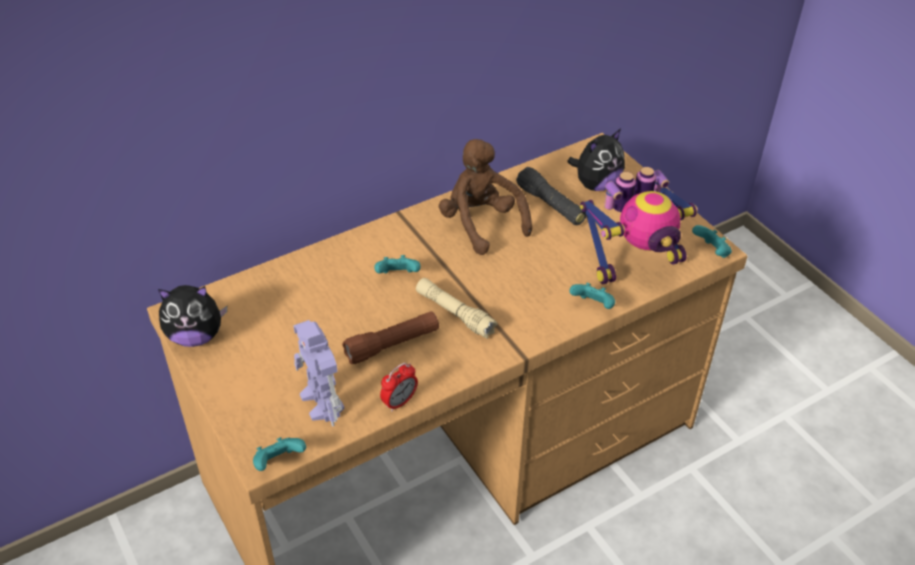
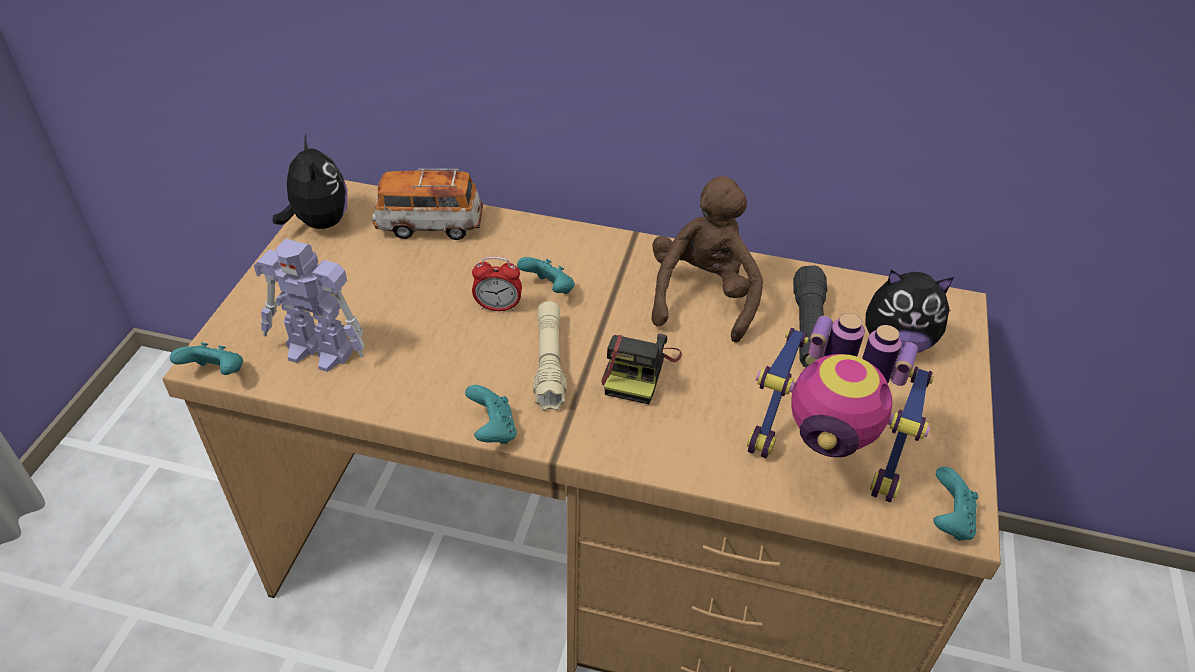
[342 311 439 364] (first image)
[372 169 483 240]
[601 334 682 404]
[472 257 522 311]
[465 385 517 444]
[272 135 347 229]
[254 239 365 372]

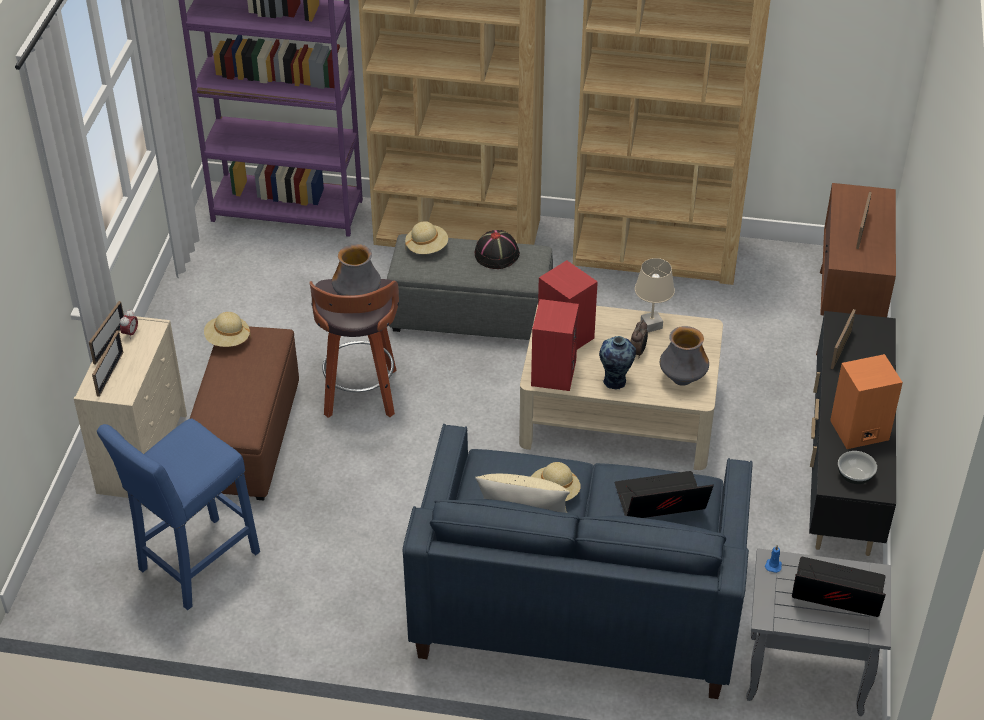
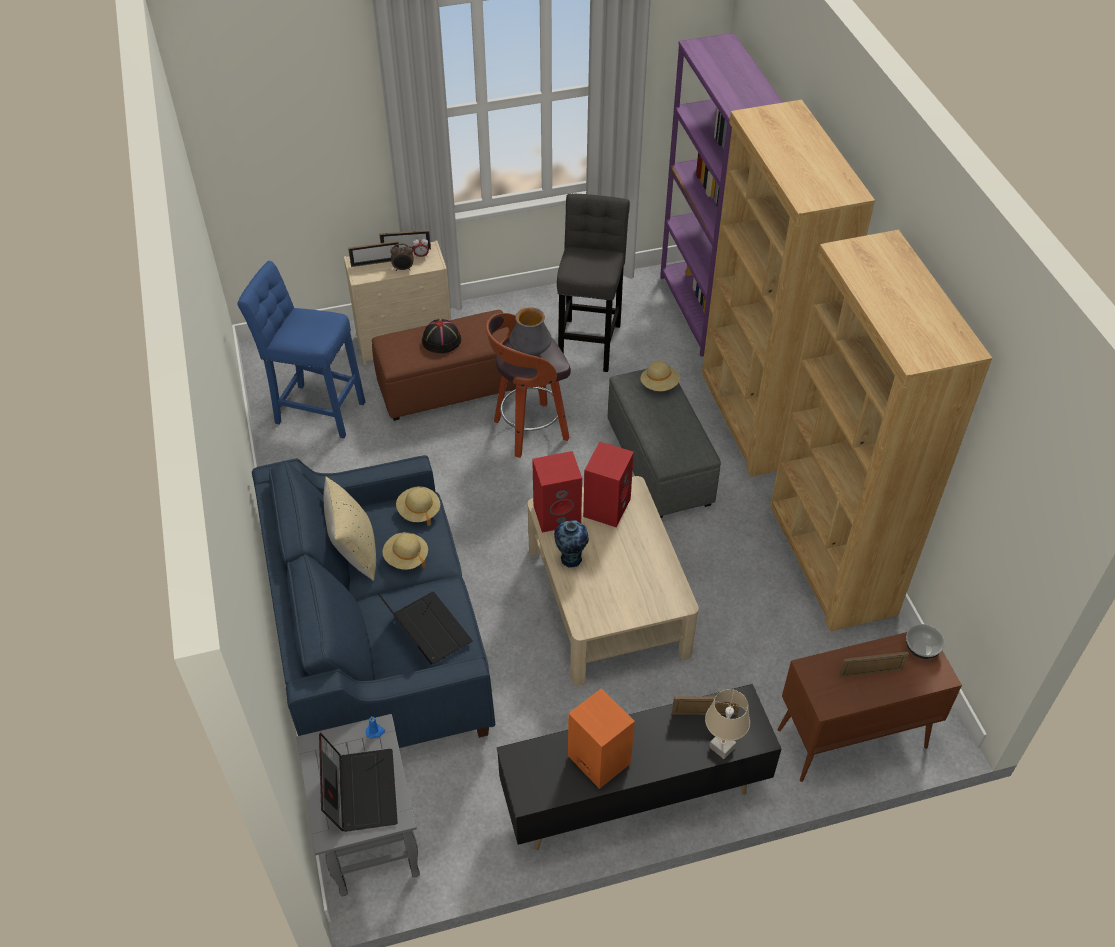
[660 326 709 386] (first image)
[557 194 630 372]
[396 486 440 526]
[422 319 461 353]
[391 244 414 271]
[705 689 750 759]
[906 624 945 659]

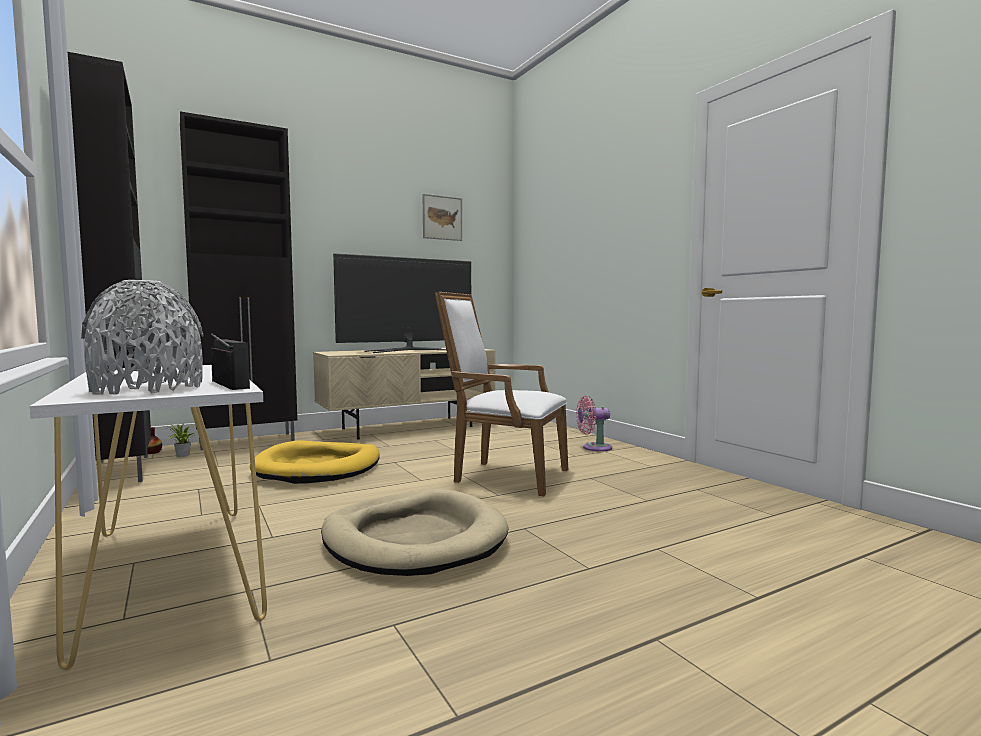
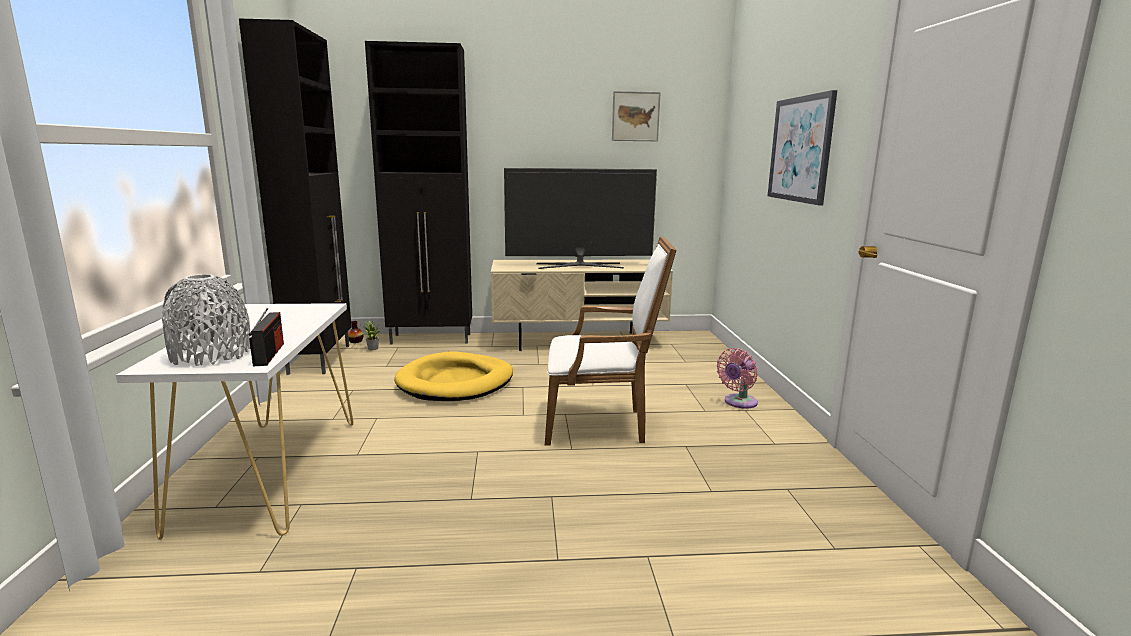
[321 489 509 576] (first image)
[768 90 837 206]
[545 236 676 446]
[716 348 758 409]

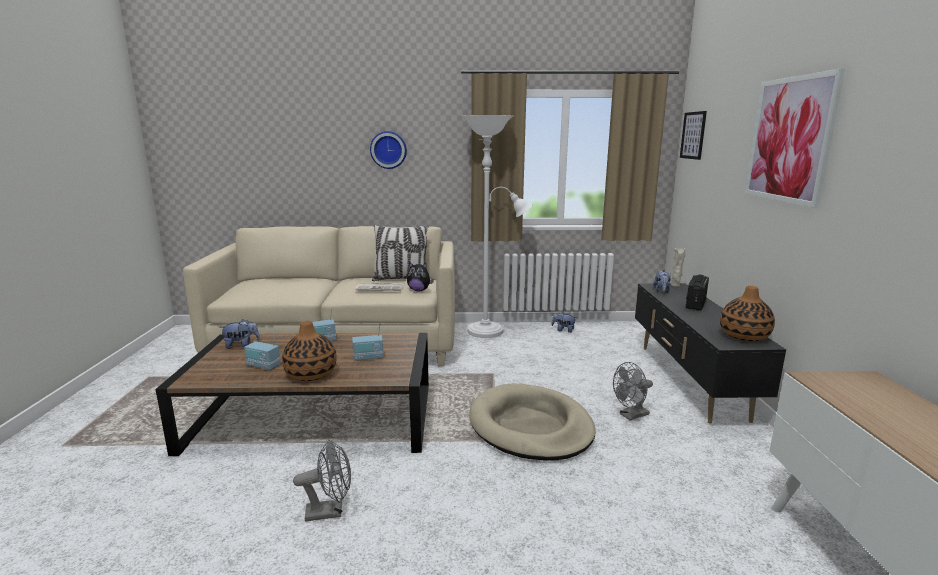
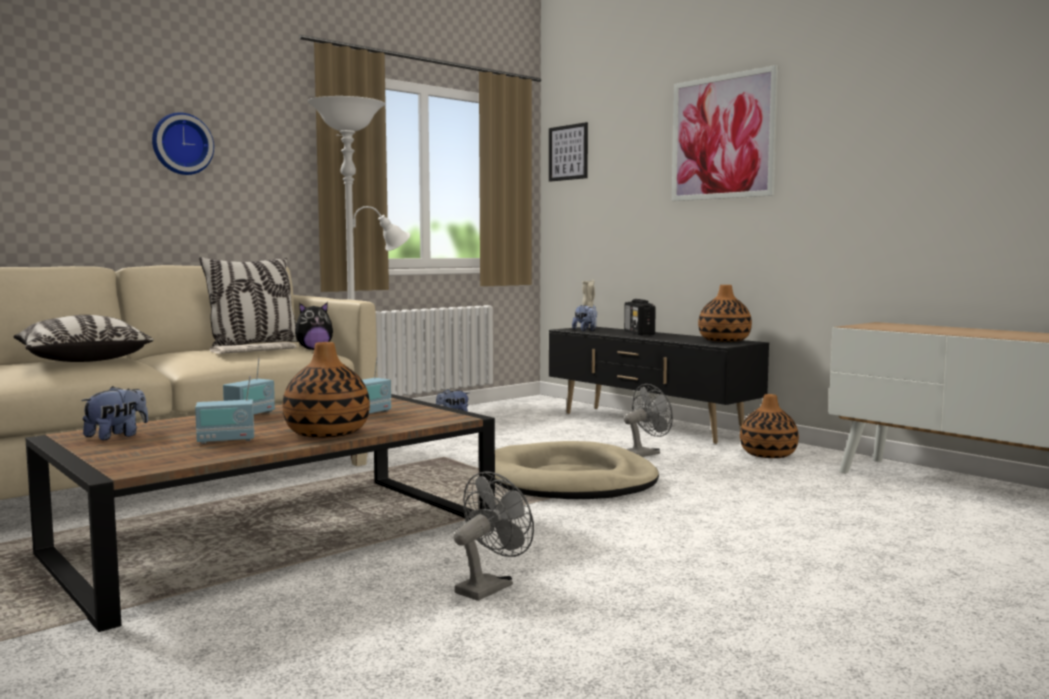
[13 315 154 362]
[740 394 799 458]
[624 384 673 457]

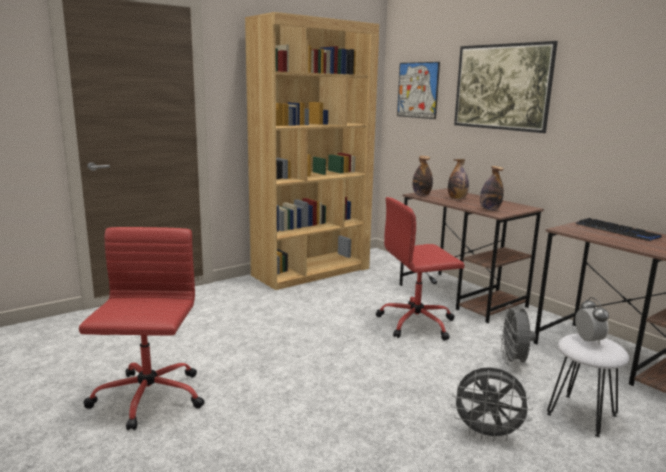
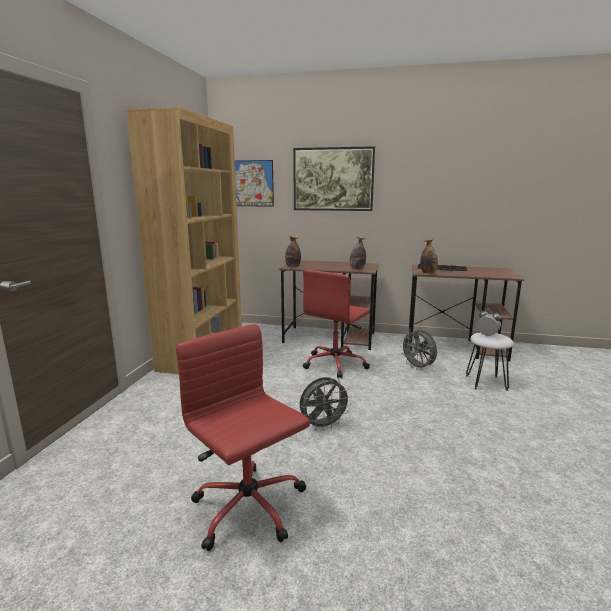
[420 239 438 273]
[300 377 352 431]

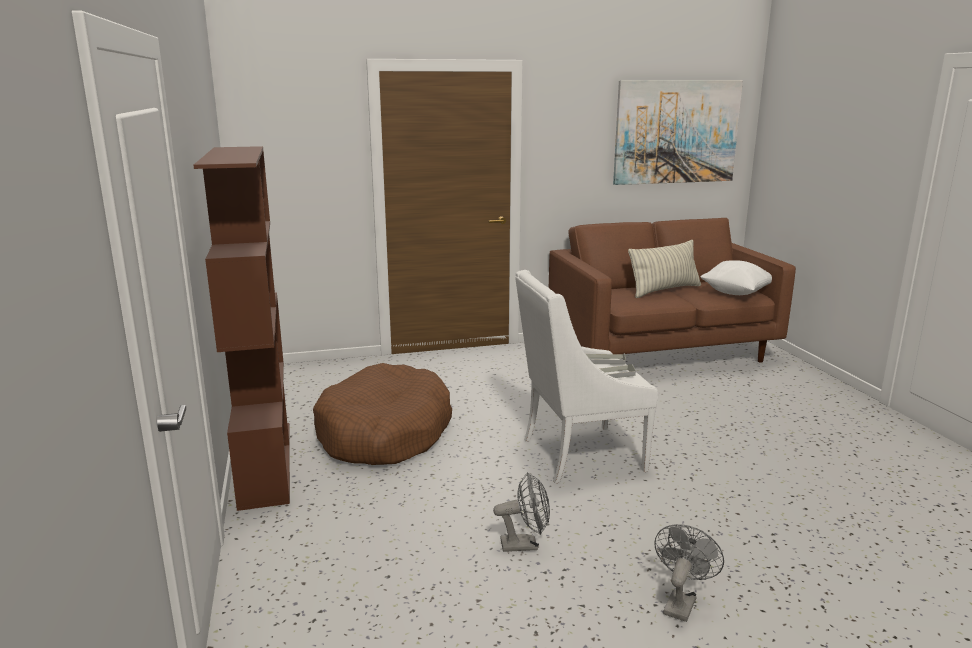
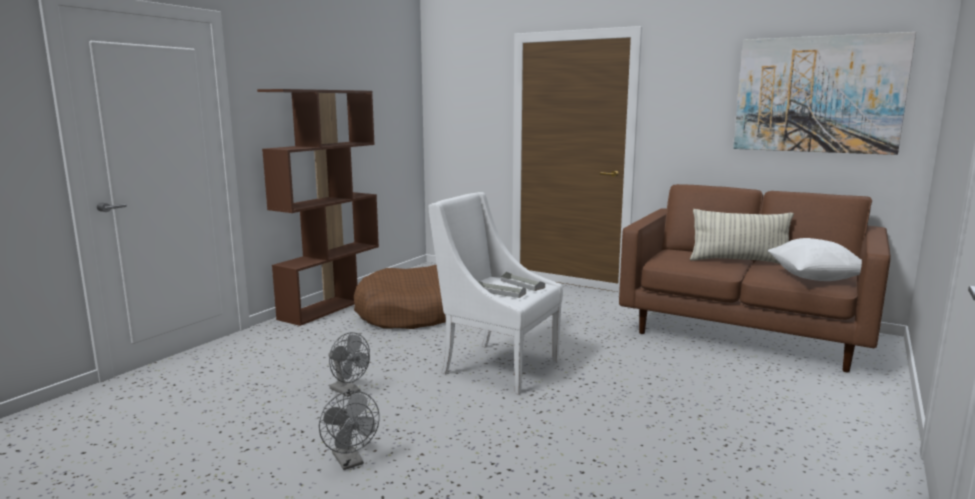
[319 391 380 470]

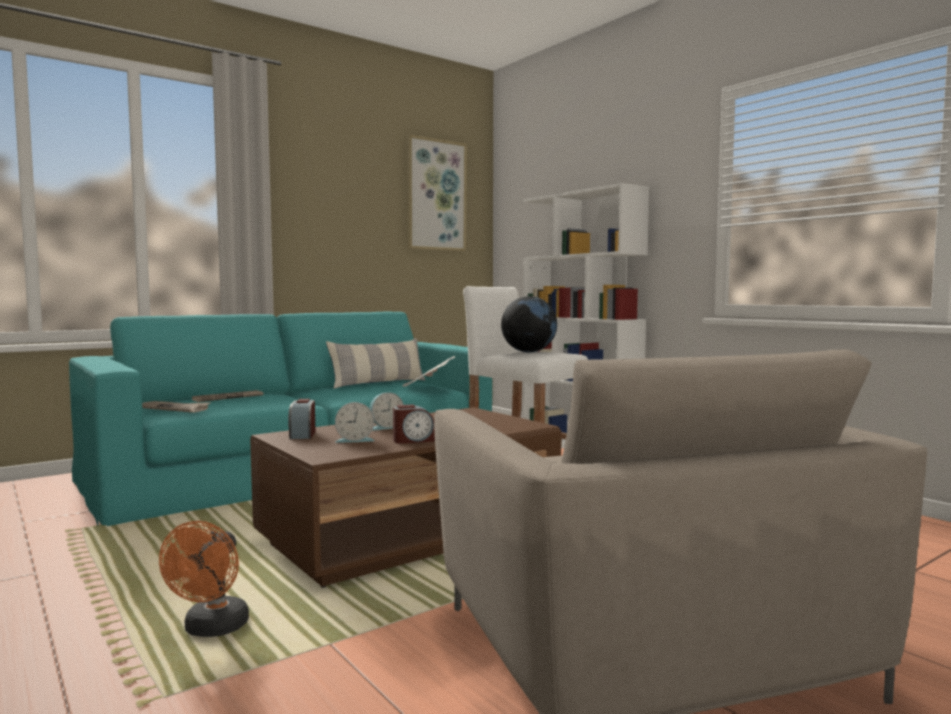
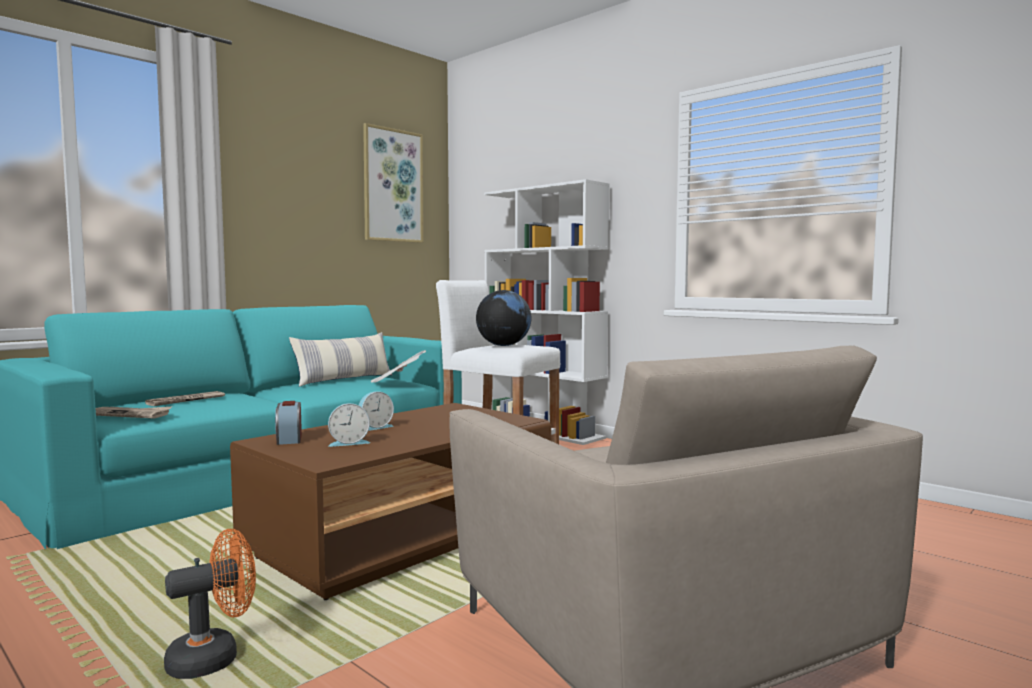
[393 404 435 444] (first image)
[164 529 256 679]

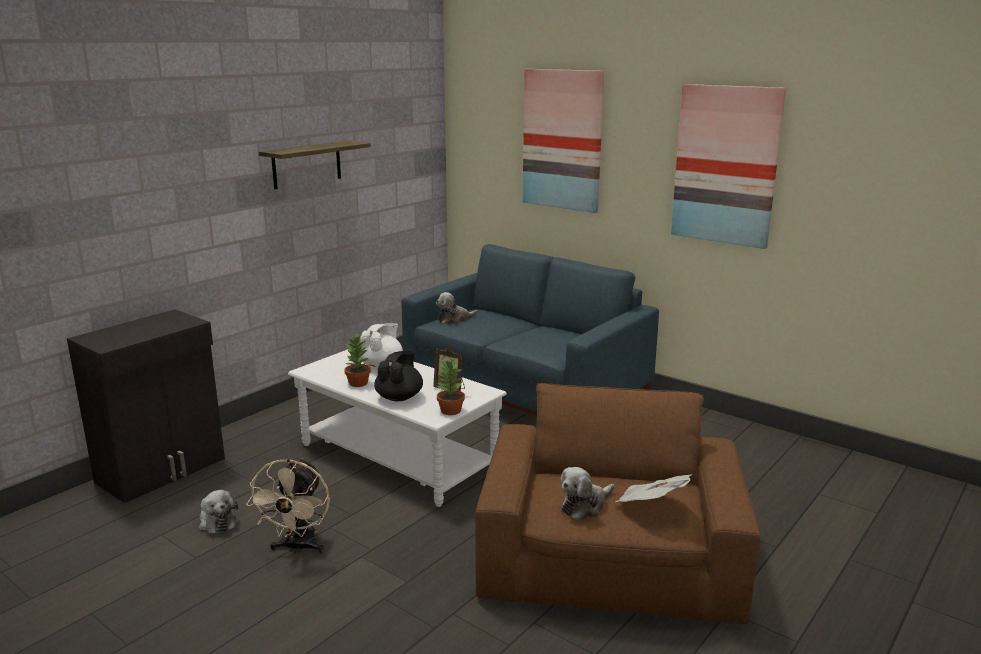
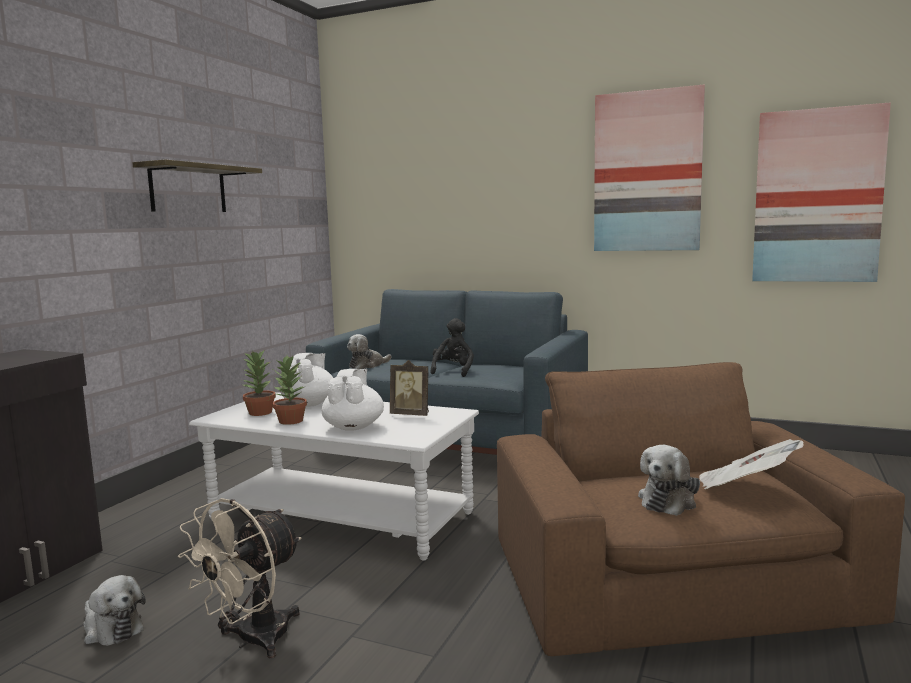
[430 318 474 377]
[242 349 276 416]
[752 102 891 282]
[322 368 384 431]
[178 498 302 659]

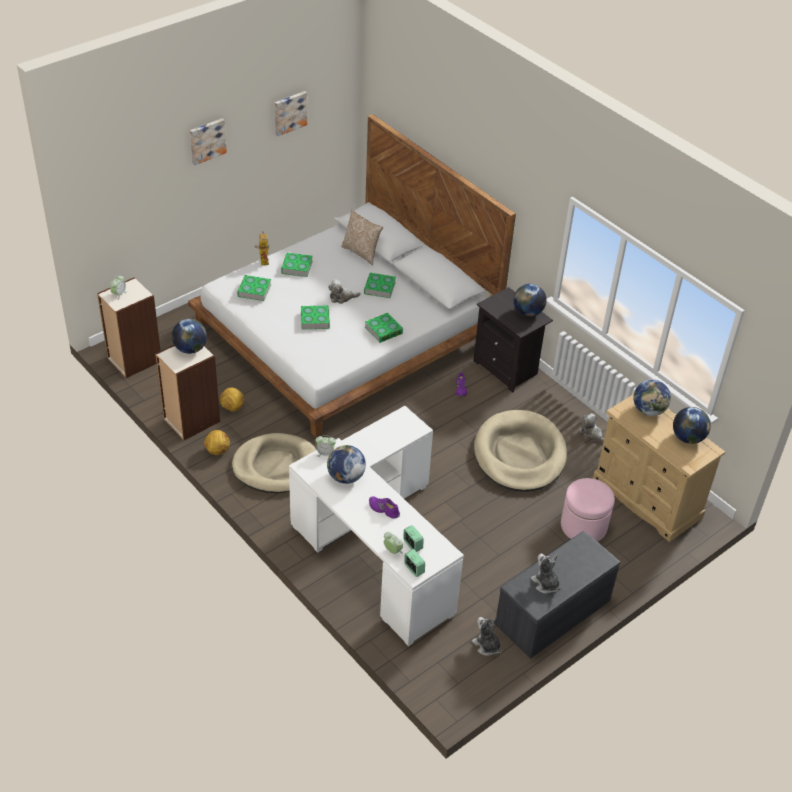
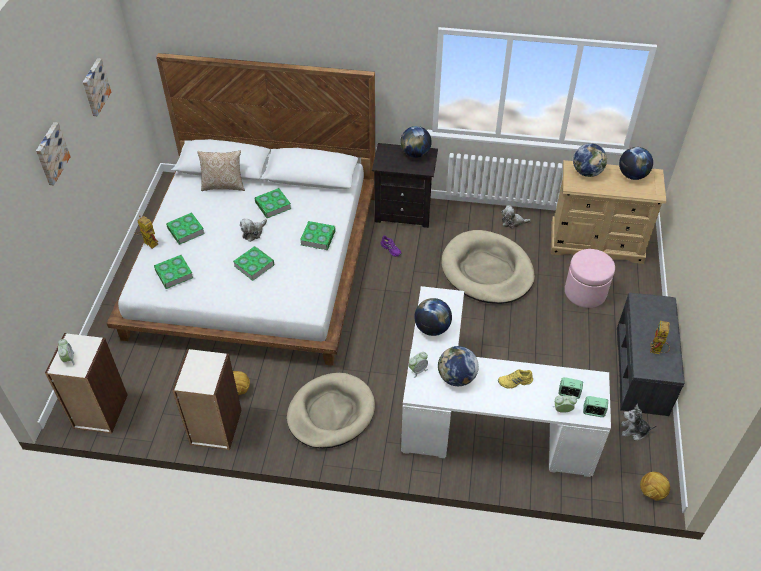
[414 298 452 336]
[640 472 670 501]
[650 321 670 354]
[498 369 533 389]

